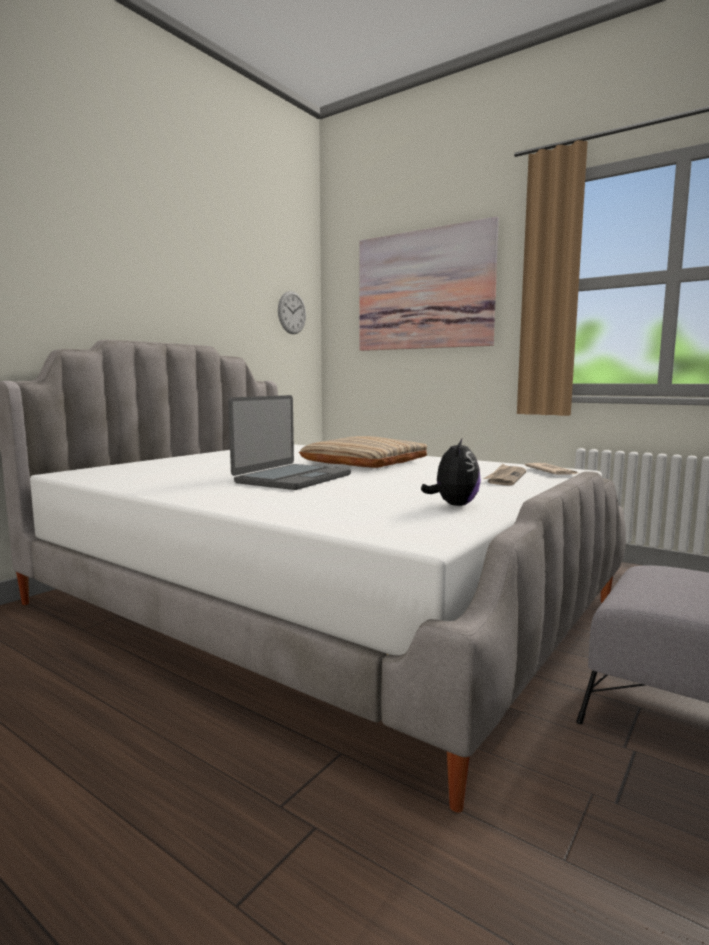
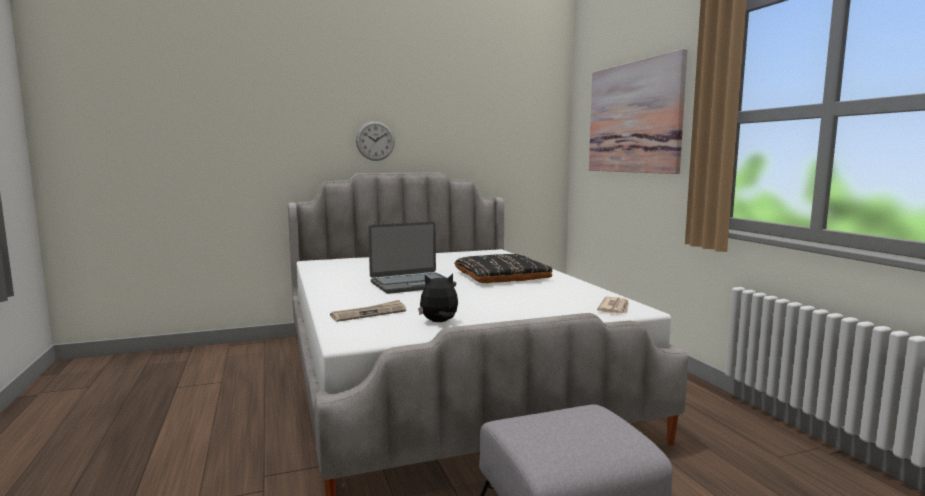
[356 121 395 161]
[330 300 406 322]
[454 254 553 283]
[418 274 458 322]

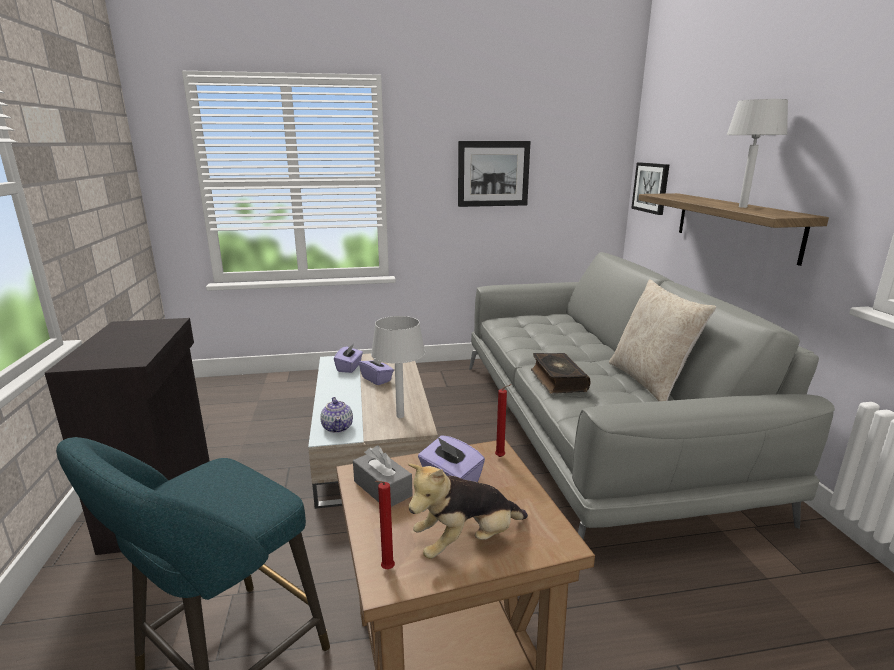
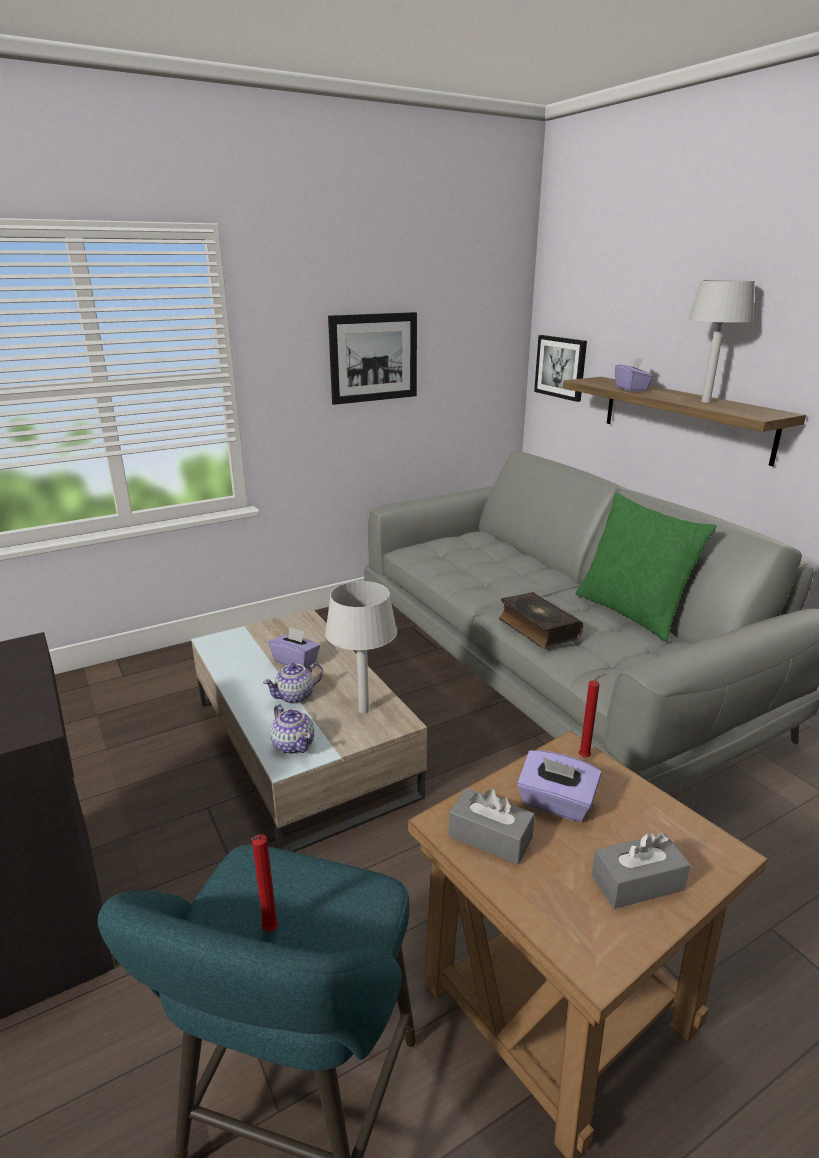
[263 663 323 704]
[615 357 653 392]
[251 834 279 932]
[591 833 691 909]
[576 493 717 642]

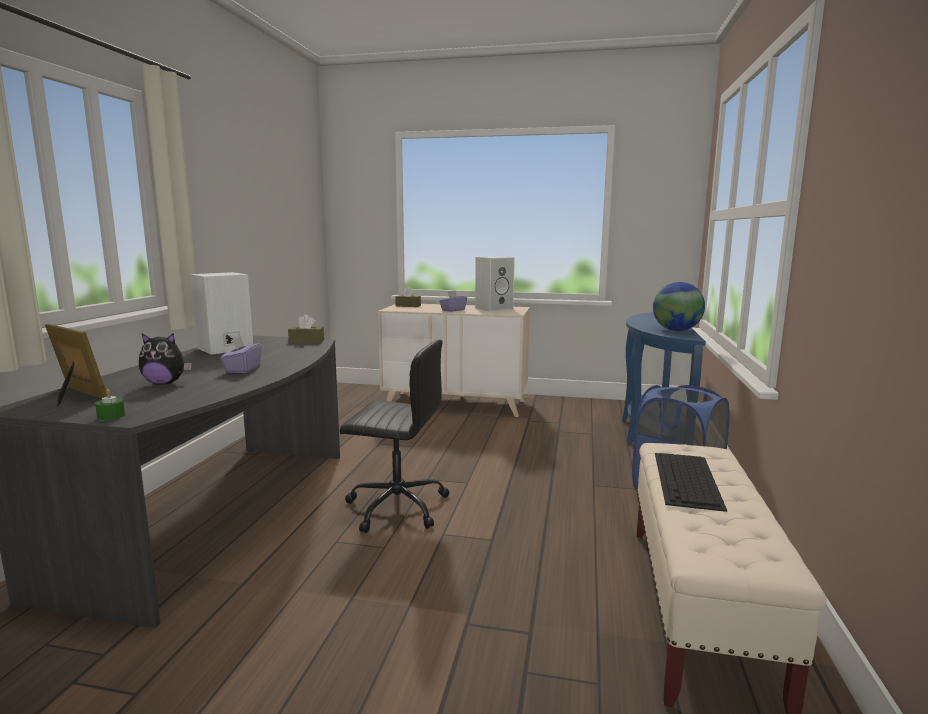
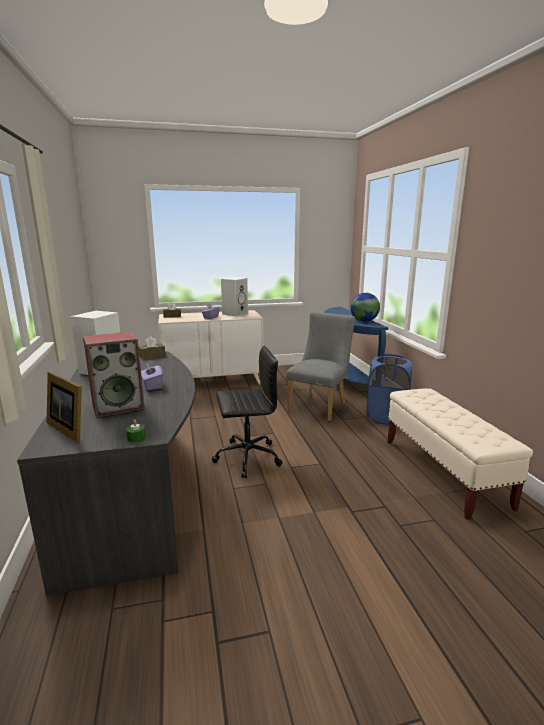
[655 453 727 512] (first image)
[286 312 355 421]
[83 332 145 418]
[47 372 82 442]

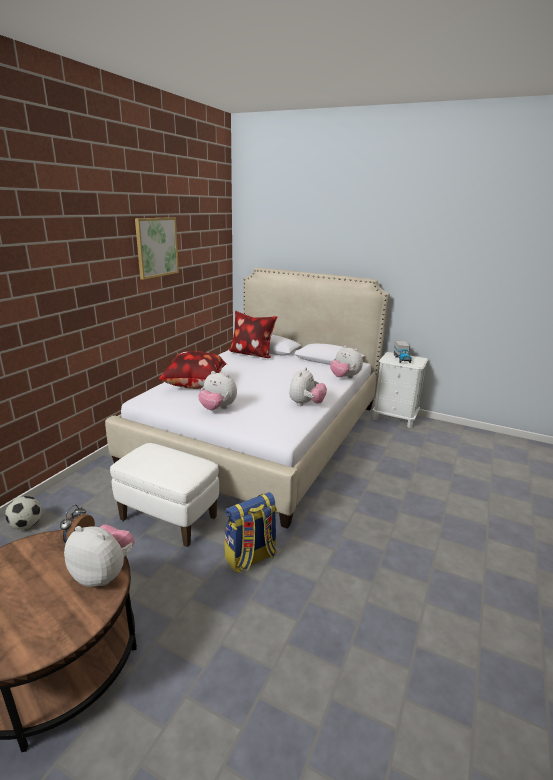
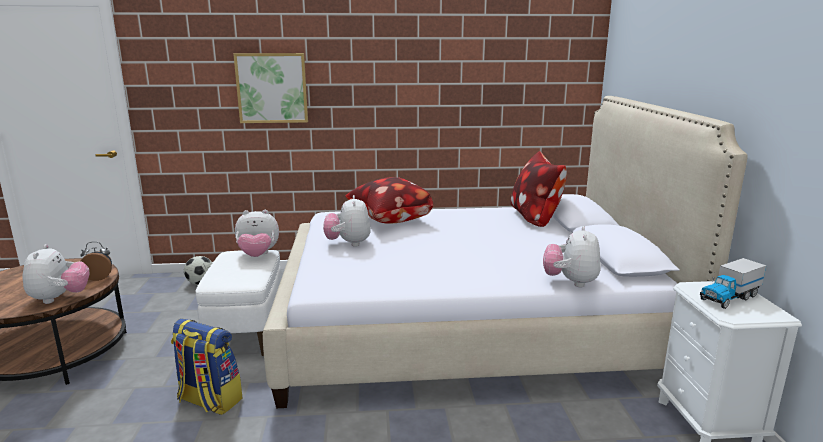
[233 53 308 123]
[235 210 279 257]

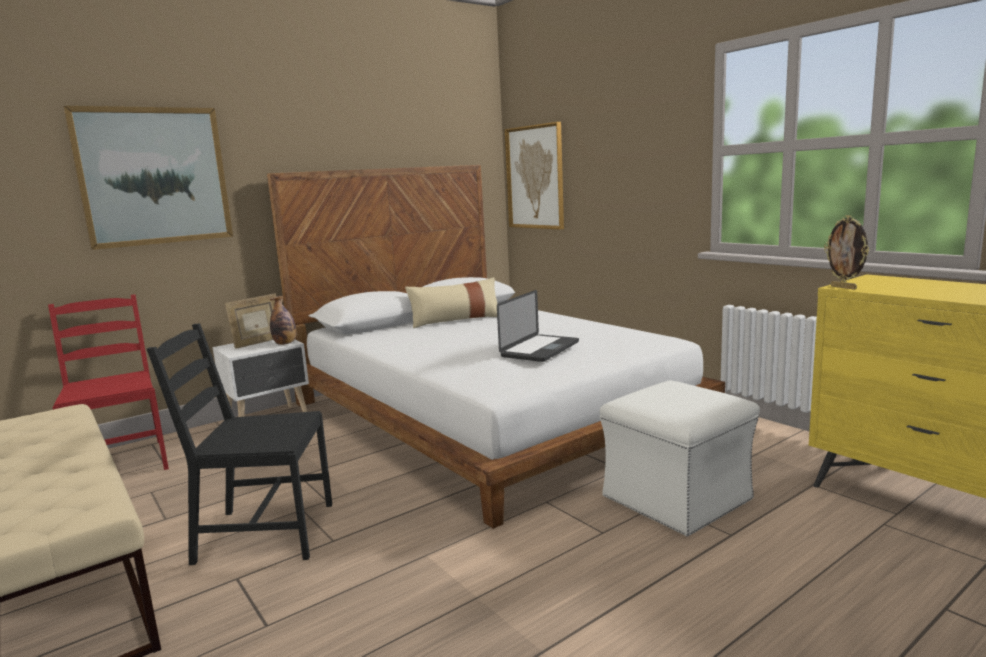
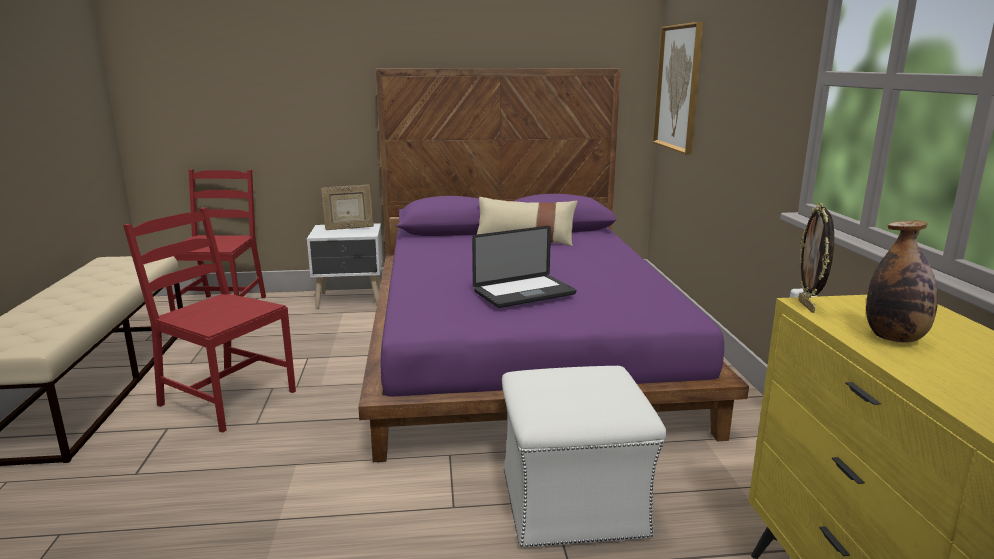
[63 106 233 250] (first image)
[866 221 938 343]
[123 207 296 433]
[358 68 749 462]

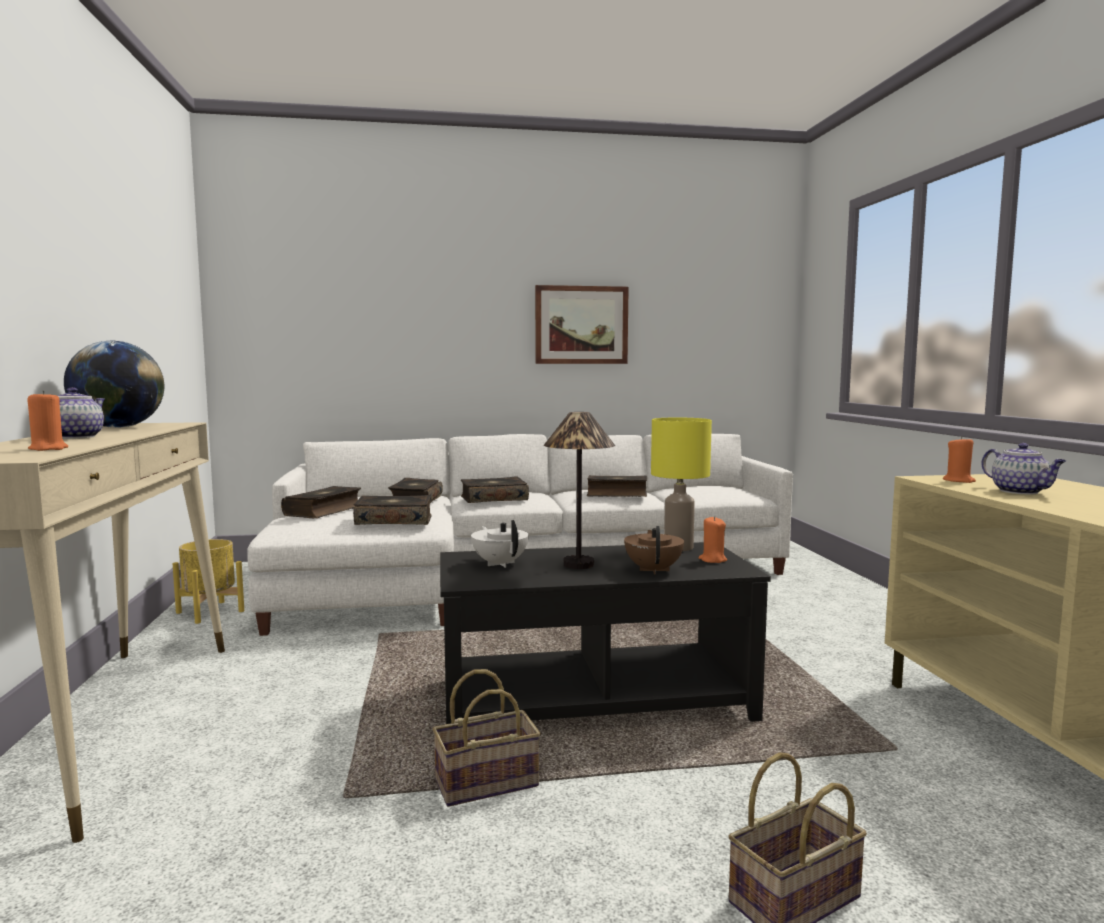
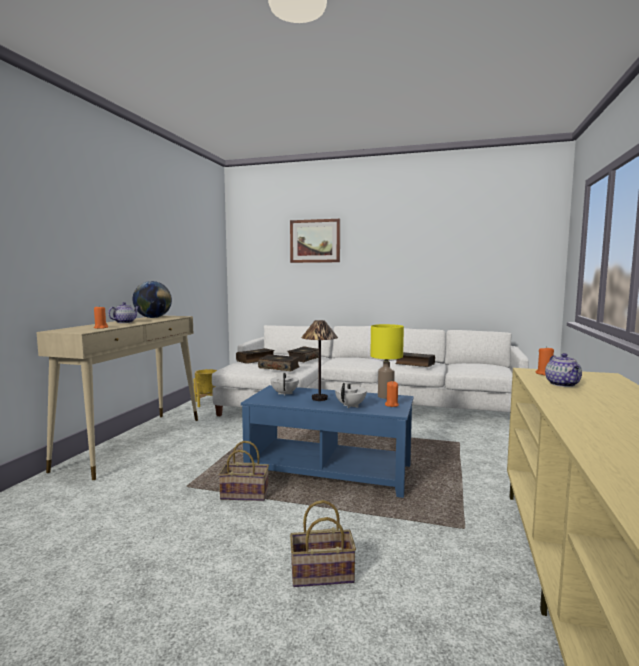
[461 476 529 503] (first image)
[290 219 340 263]
[241 385 414 498]
[335 383 367 408]

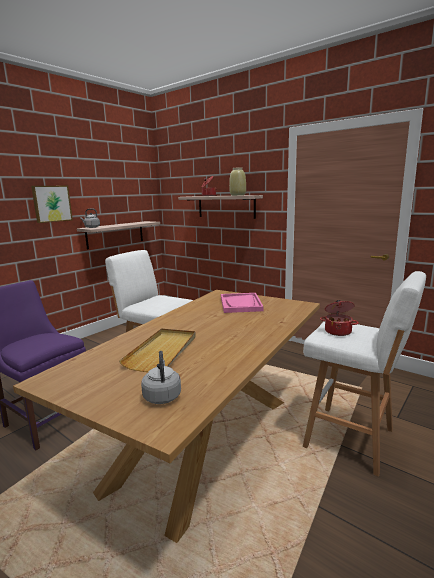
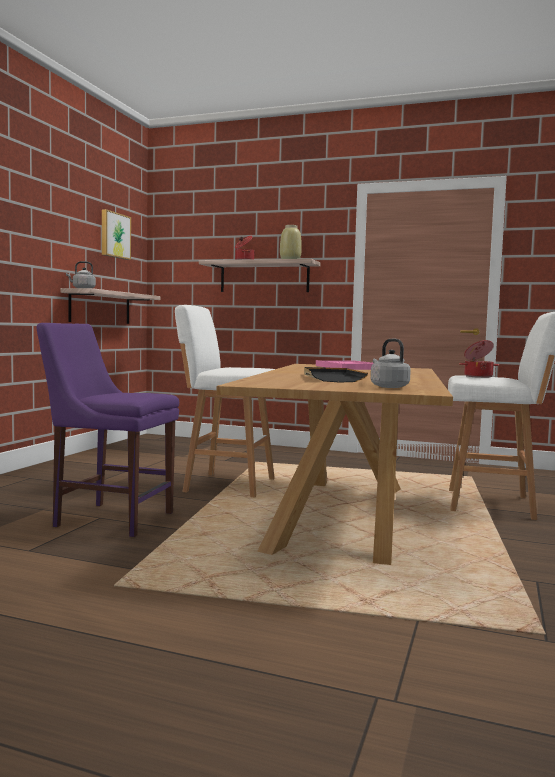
[102 209 131 260]
[304 367 368 383]

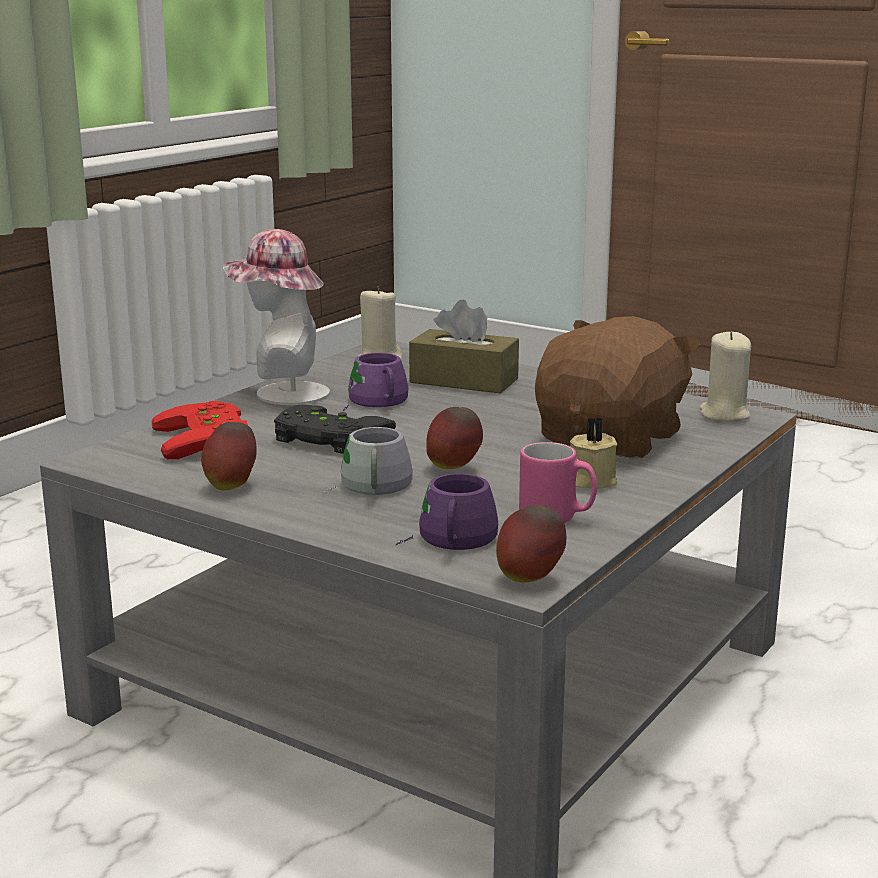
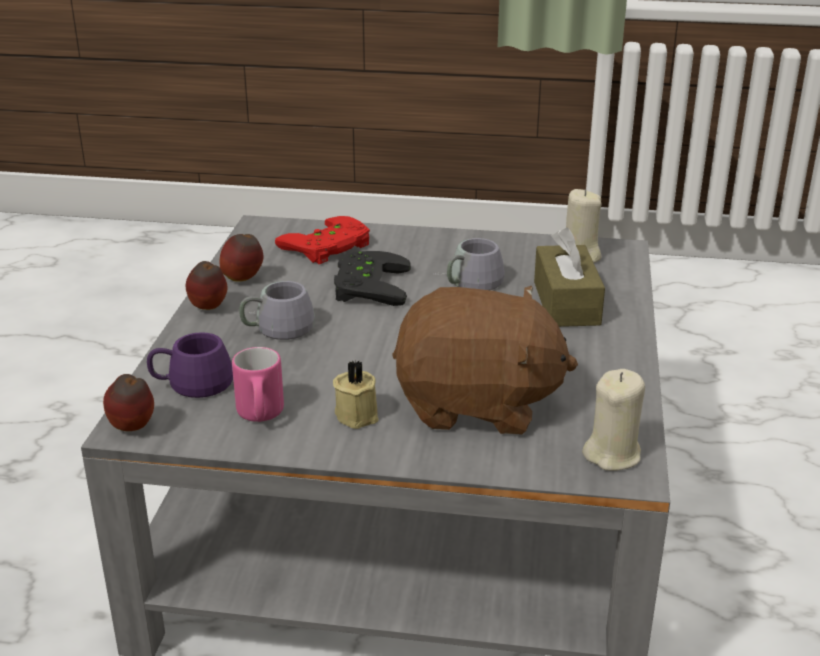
[223 229 330 405] (first image)
[186 261 227 310]
[435 238 505 290]

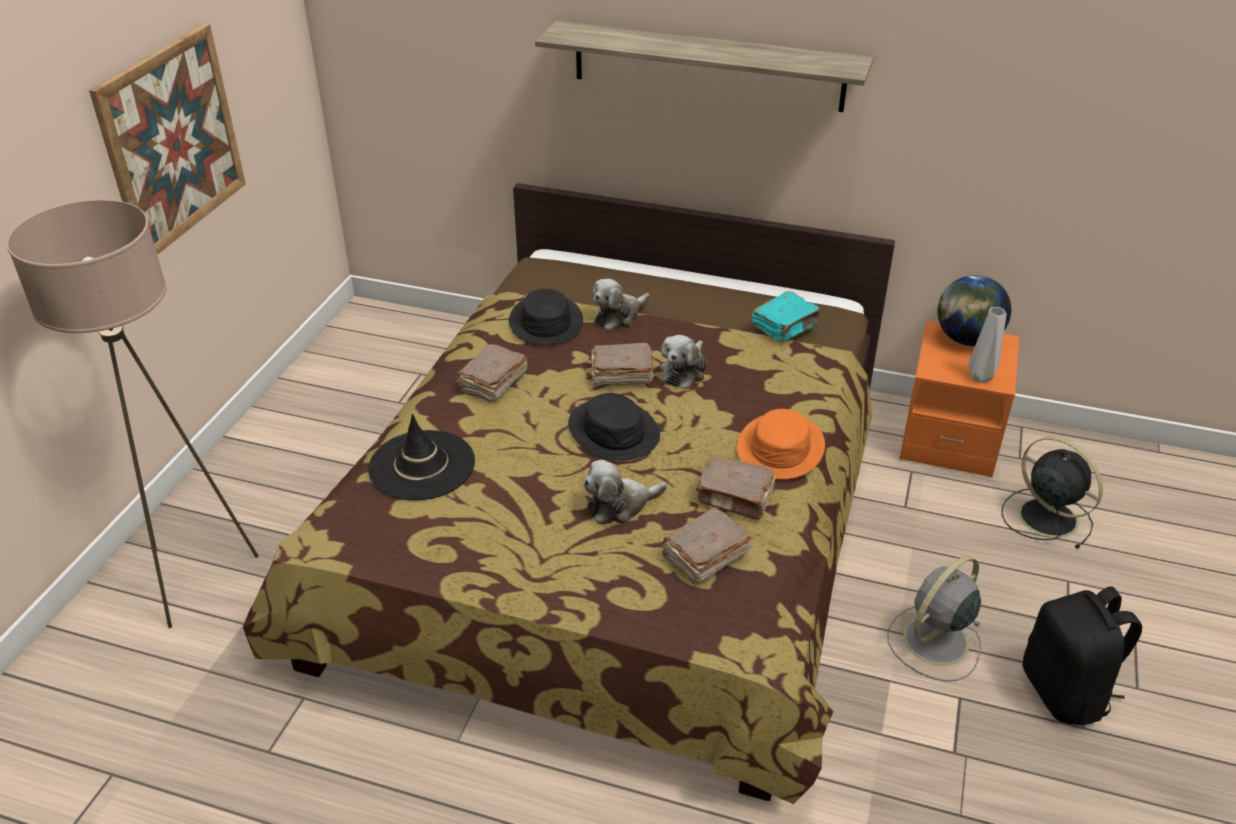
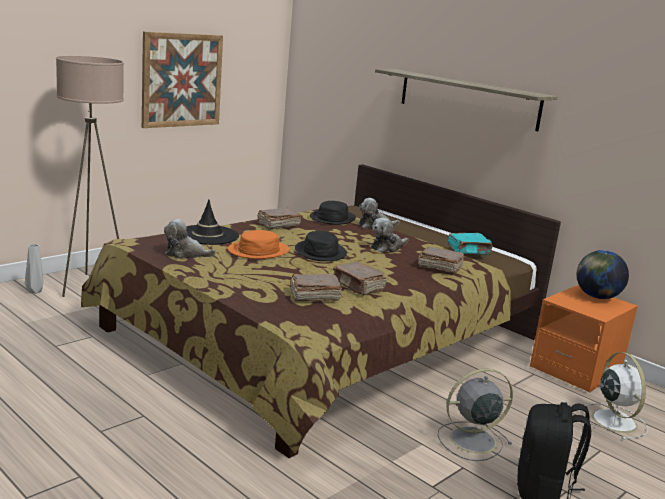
[164 219 216 258]
[418 246 465 273]
[228 230 290 259]
[25 244 44 294]
[579 352 648 440]

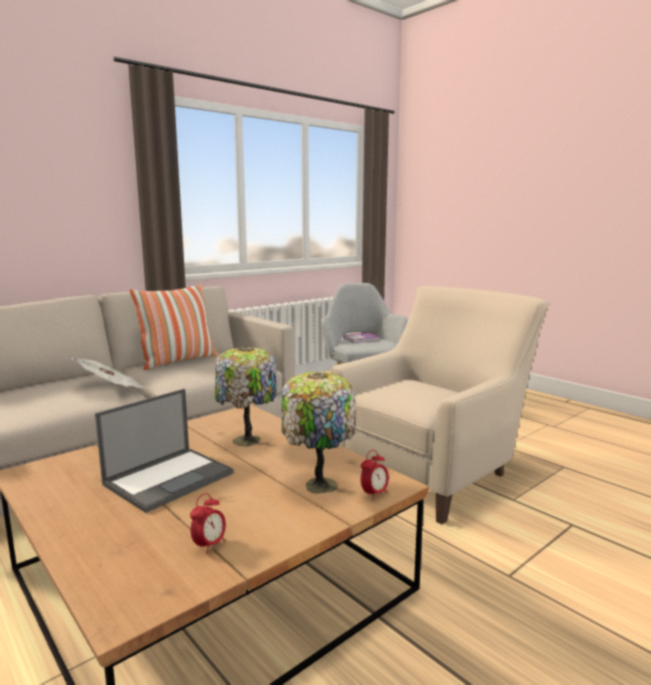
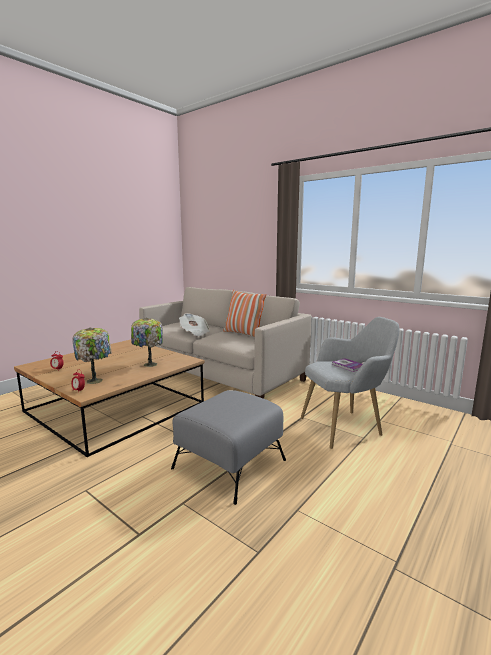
[95 389 234 513] (first image)
[171 390 286 505]

